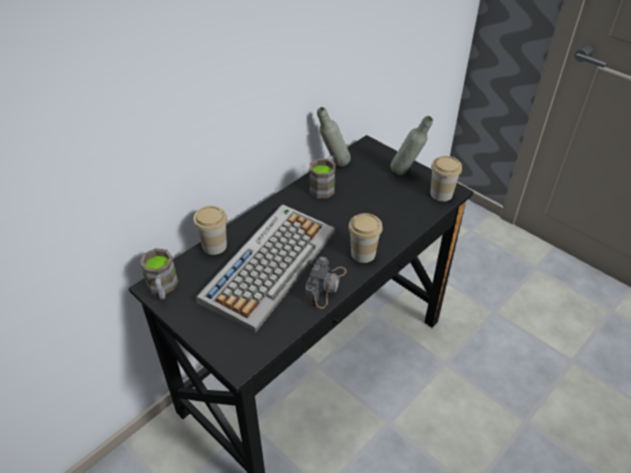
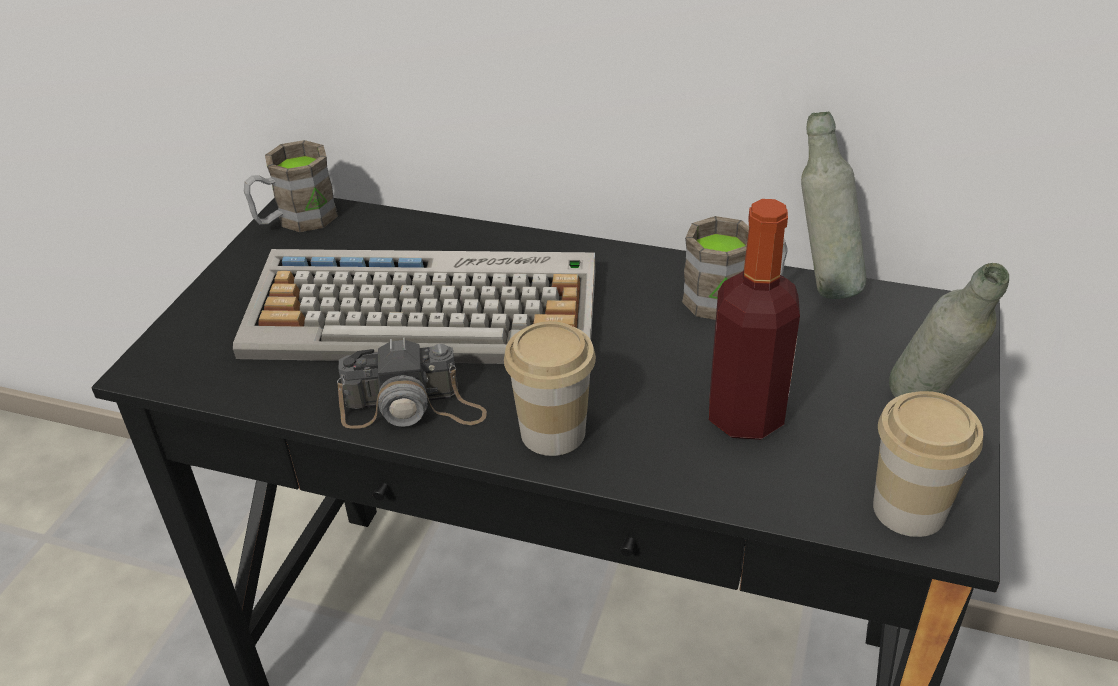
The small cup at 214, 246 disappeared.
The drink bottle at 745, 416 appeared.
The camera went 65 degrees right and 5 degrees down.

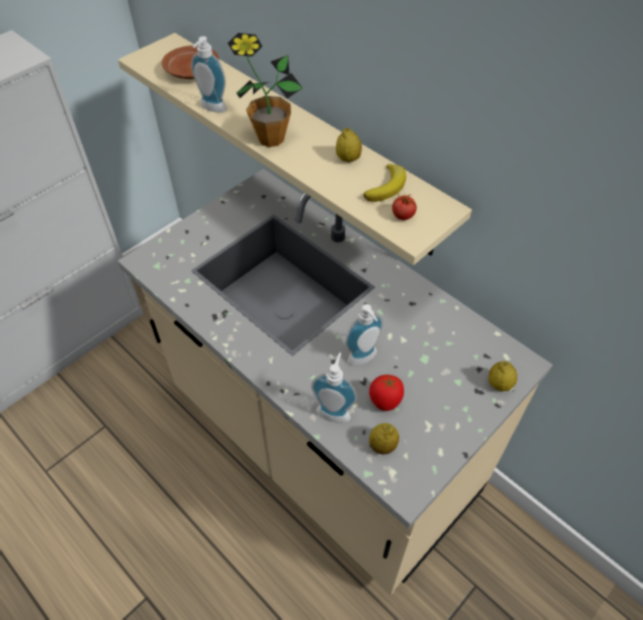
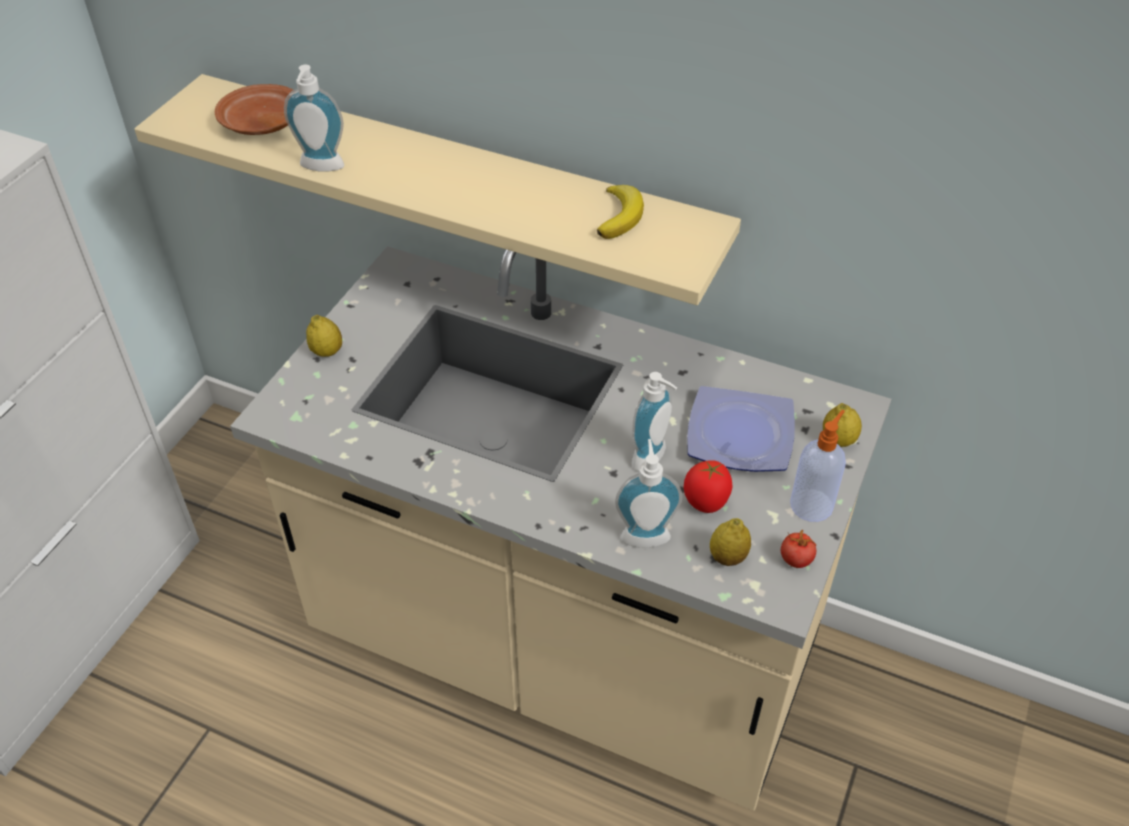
The houseplant at 271, 139 disappeared.
The dinner plate at 742, 437 appeared.
The liquid soap bottle at 812, 504 appeared.
The lemon moved from 348, 159 to 327, 352.
The fresh tomato moved from 403, 216 to 796, 559.
The camera went 20 degrees left and 5 degrees down.

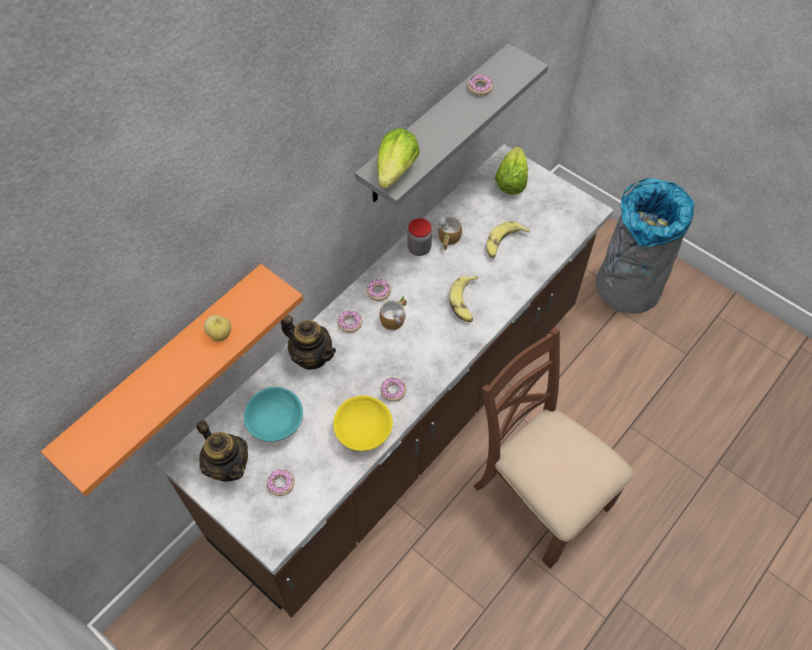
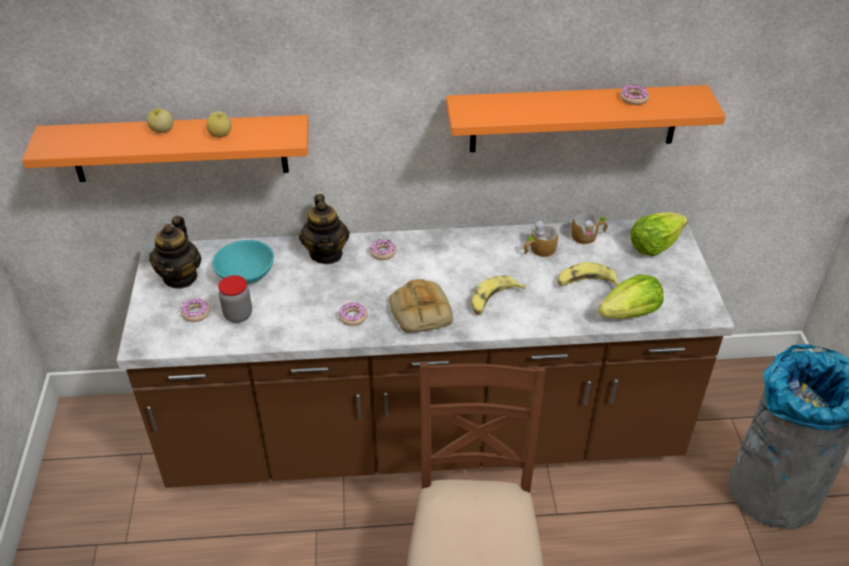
The yellow-coloured serving bowl at 364, 431 disappeared.
The doughnut at 378, 292 disappeared.
The whole apple at 162, 131 appeared.
The bread at 419, 311 appeared.
The lettuce moved from 396, 171 to 630, 314.
The tea mug moved from 395, 318 to 588, 236.
The preserve jar moved from 419, 248 to 238, 315.
The grey bracket shelf at 434, 126 became the orangey bracket shelf at 574, 118.
The camera went 45 degrees right and 15 degrees down.

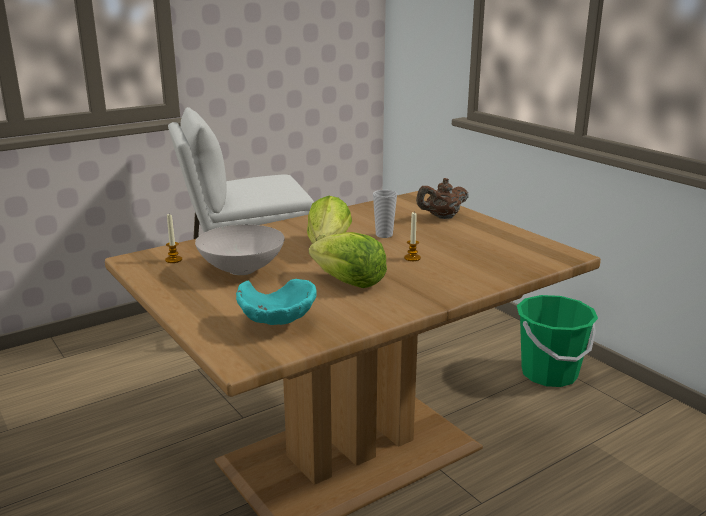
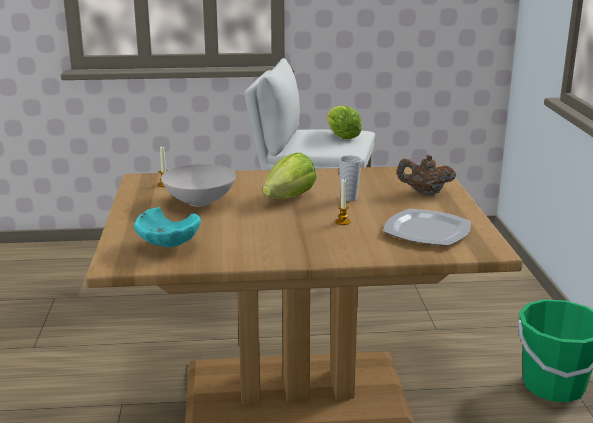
The dinner plate at 428, 231 appeared.
The lettuce moved from 348, 282 to 341, 136.
The camera went 30 degrees right and 0 degrees up.

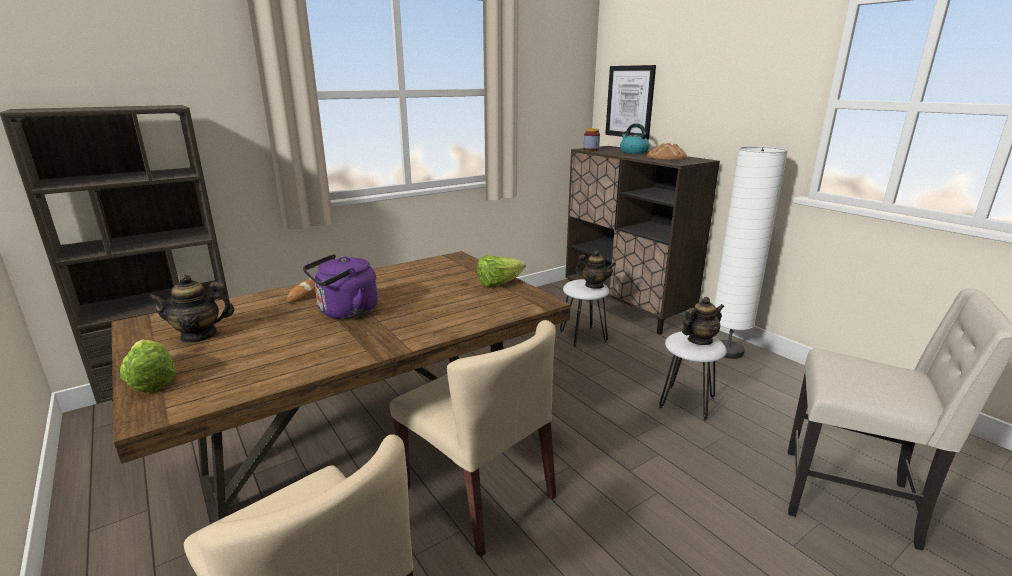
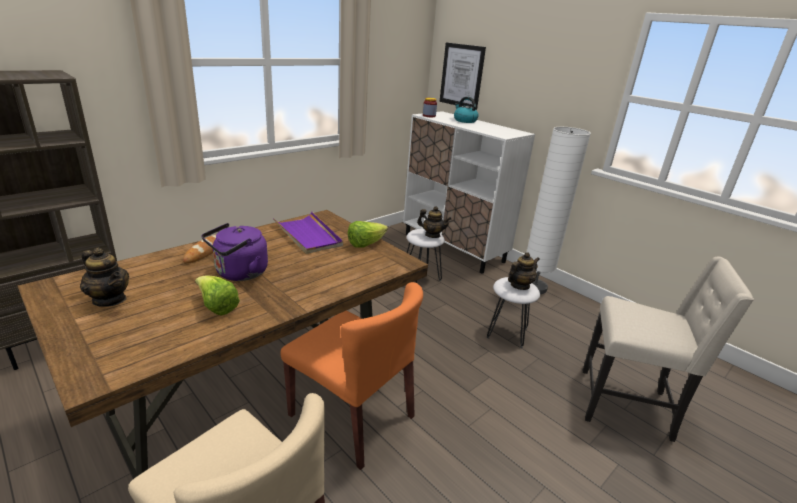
The bread at 666, 158 disappeared.
The purple-coloured carrying tray at 308, 235 appeared.
The lettuce moved from 151, 381 to 217, 307.
The beige chair at 479, 492 became the orangey chair at 352, 416.
The brownish storage cabinet at 626, 306 became the white-coloured storage cabinet at 453, 248.
The tea pot at 199, 335 turned 120 degrees counterclockwise.
The camera went 10 degrees left and 5 degrees up.

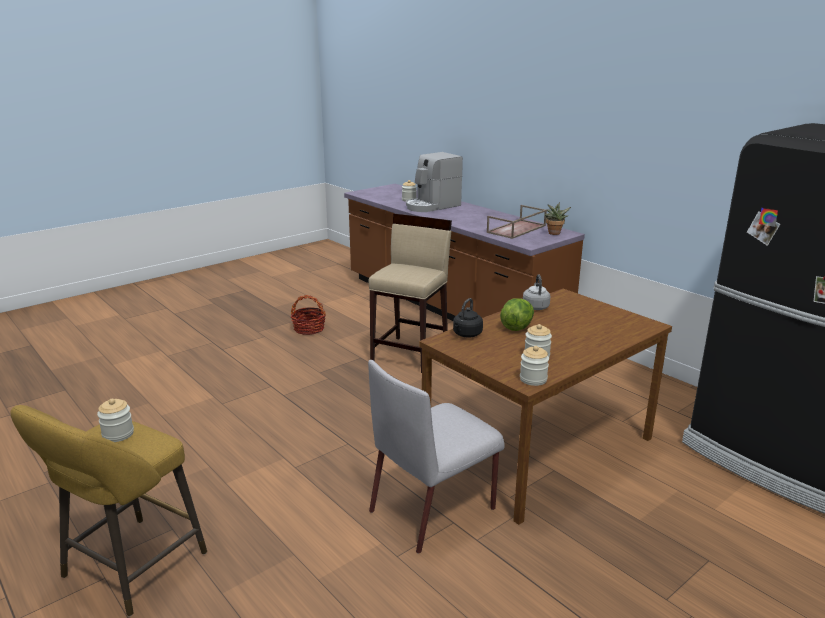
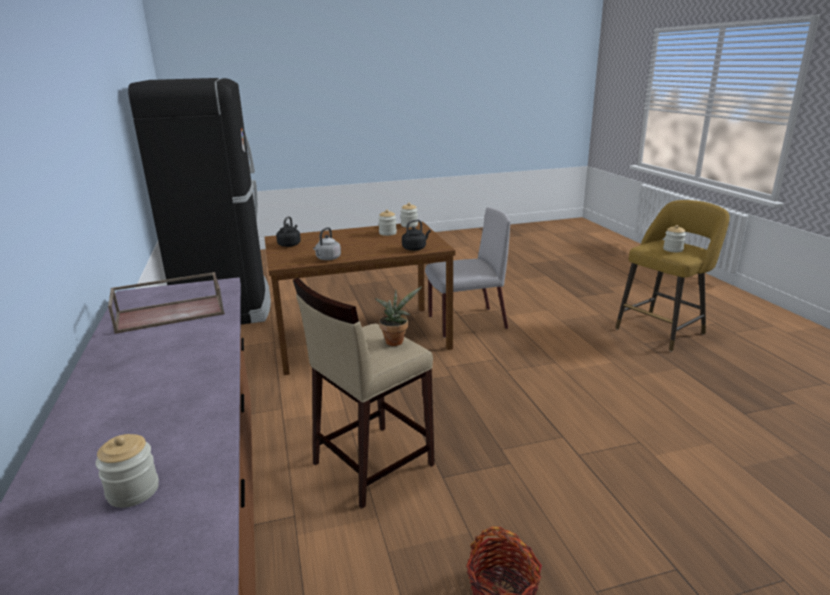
The coffee maker at 432, 206 disappeared.
The lettuce at 517, 326 disappeared.
The blackish water kettle at 290, 244 appeared.
The houseplant moved from 554, 234 to 396, 340.
The camera went 155 degrees left and 0 degrees up.

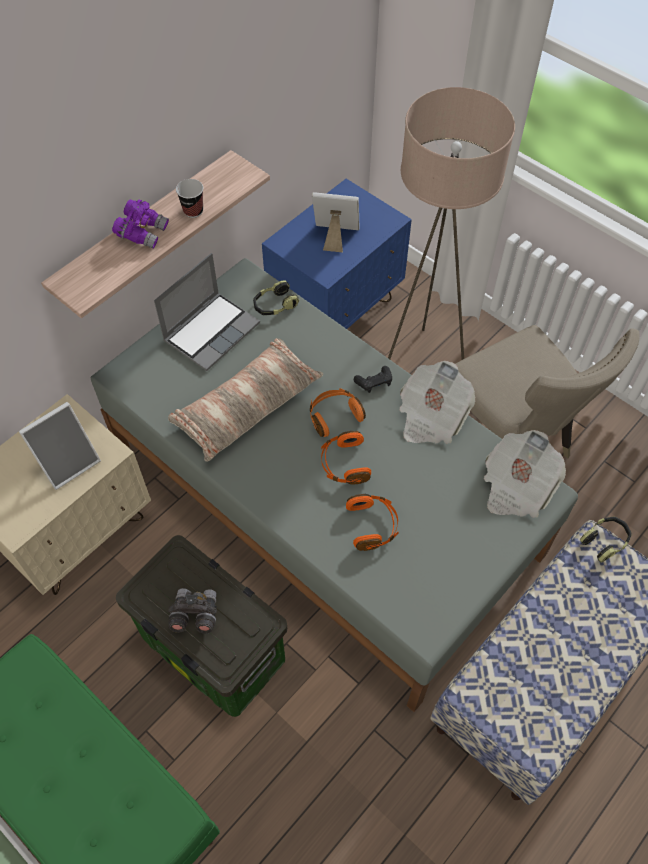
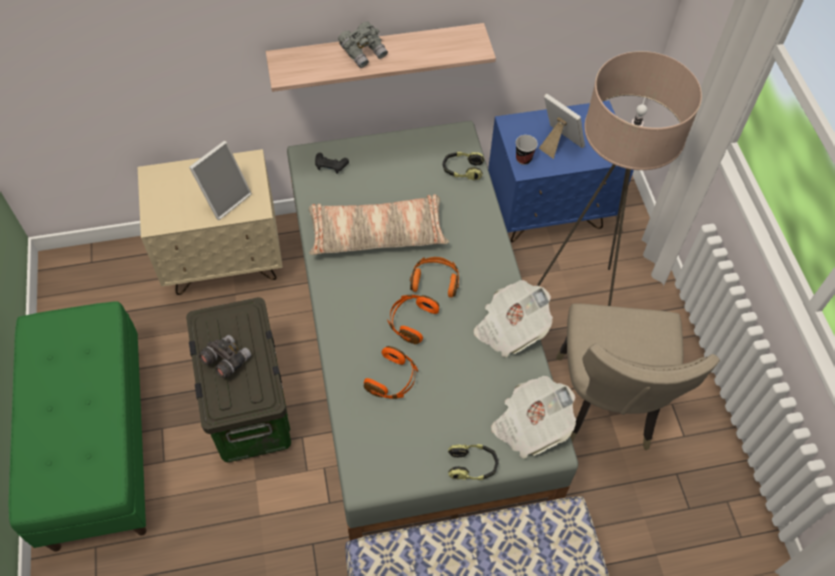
The laptop at 211, 331 disappeared.
The small cup moved from 193, 211 to 523, 159.
The blackish joypad moved from 374, 382 to 330, 166.
The headphones moved from 604, 541 to 472, 465.
The purple-coloured field glasses at 142, 232 became the grey field glasses at 363, 52.
The photo frame at 69, 462 turned 45 degrees counterclockwise.
The camera went 35 degrees right and 0 degrees up.

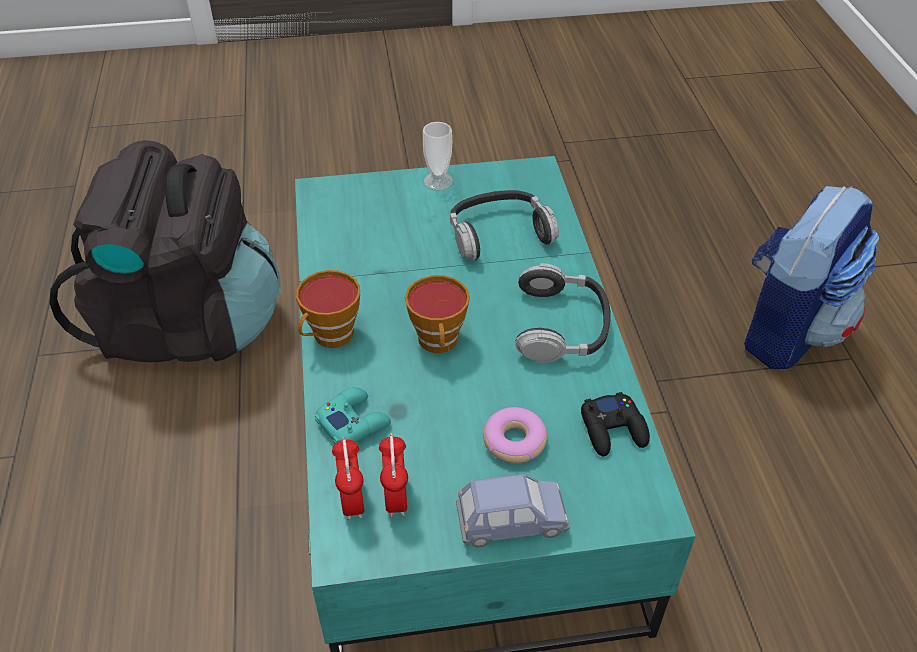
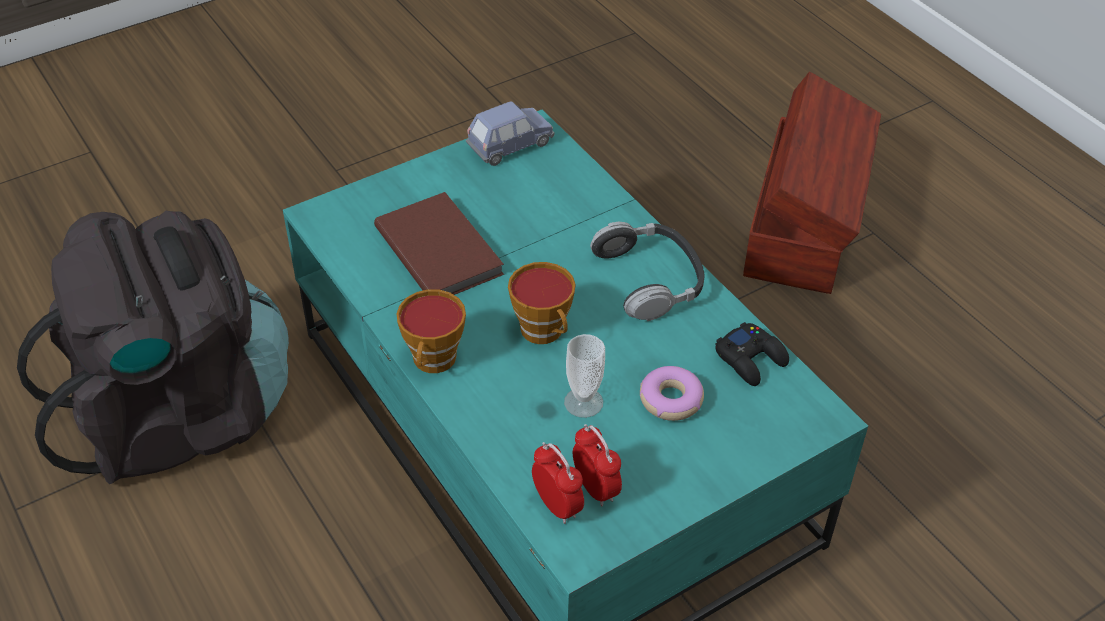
The turquoise-coloured joypad at 353, 422 disappeared.
The headphones at 499, 233 disappeared.
The brownish volume at 440, 249 appeared.
The small cup moved from 438, 181 to 583, 402.
The bluish toy car moved from 511, 522 to 510, 146.
The rucksack at 787, 329 was replaced by the brownish storage box at 804, 223.
The camera went 25 degrees left and 0 degrees up.

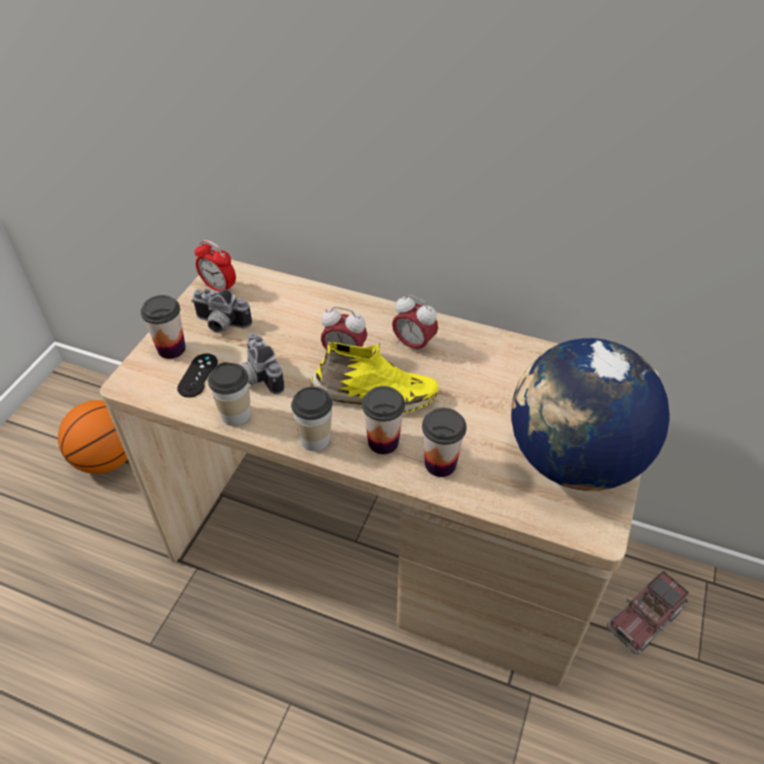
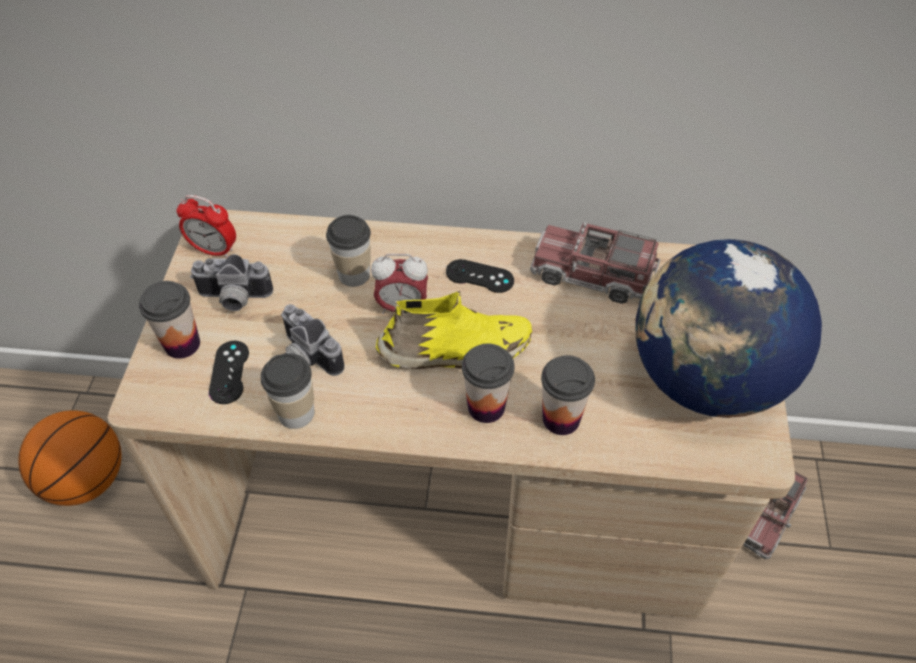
The toy truck at 593, 274 appeared.
The small cup moved from 315, 439 to 354, 274.
The bedside clock at 413, 344 was replaced by the blackish joypad at 479, 276.
The camera went 15 degrees left and 5 degrees up.

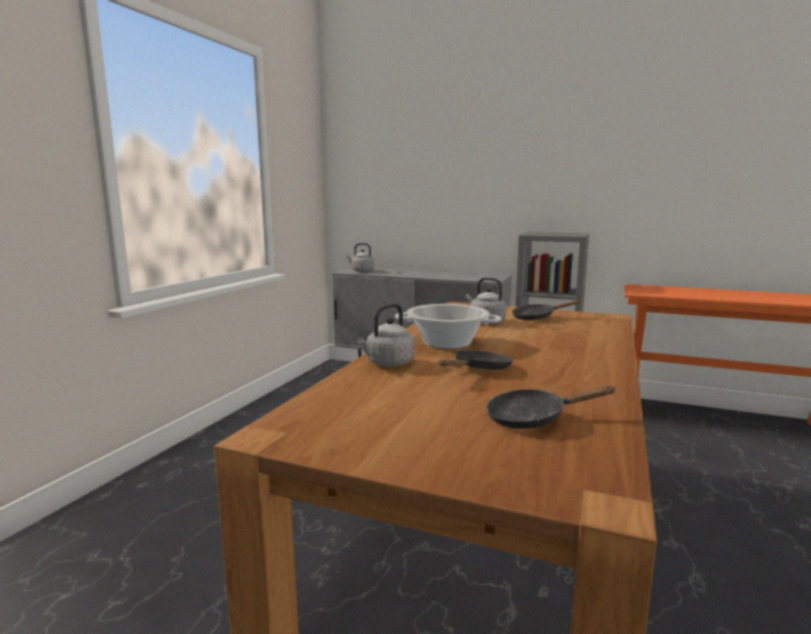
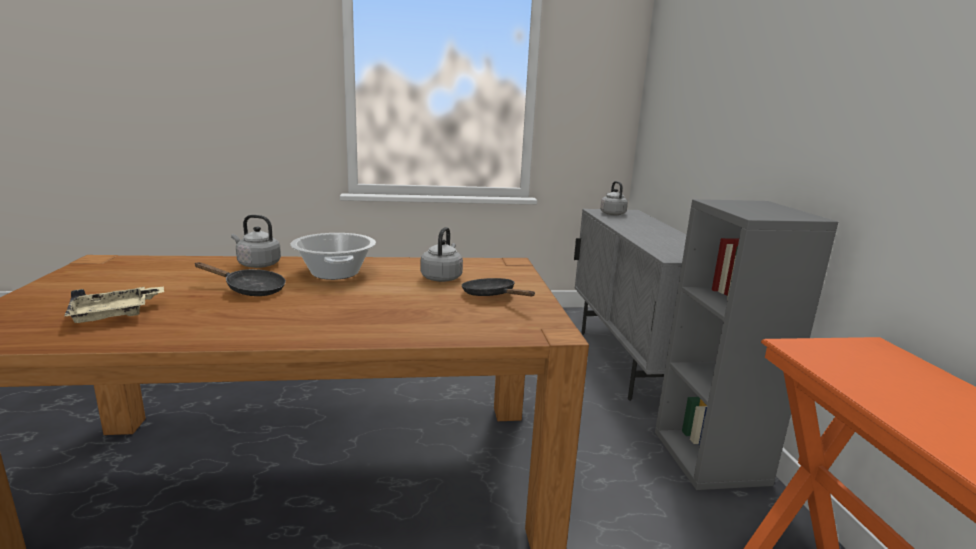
The blackish skillet at 533, 418 was replaced by the beige carrying tray at 115, 314.
The camera went 60 degrees right and 5 degrees up.

